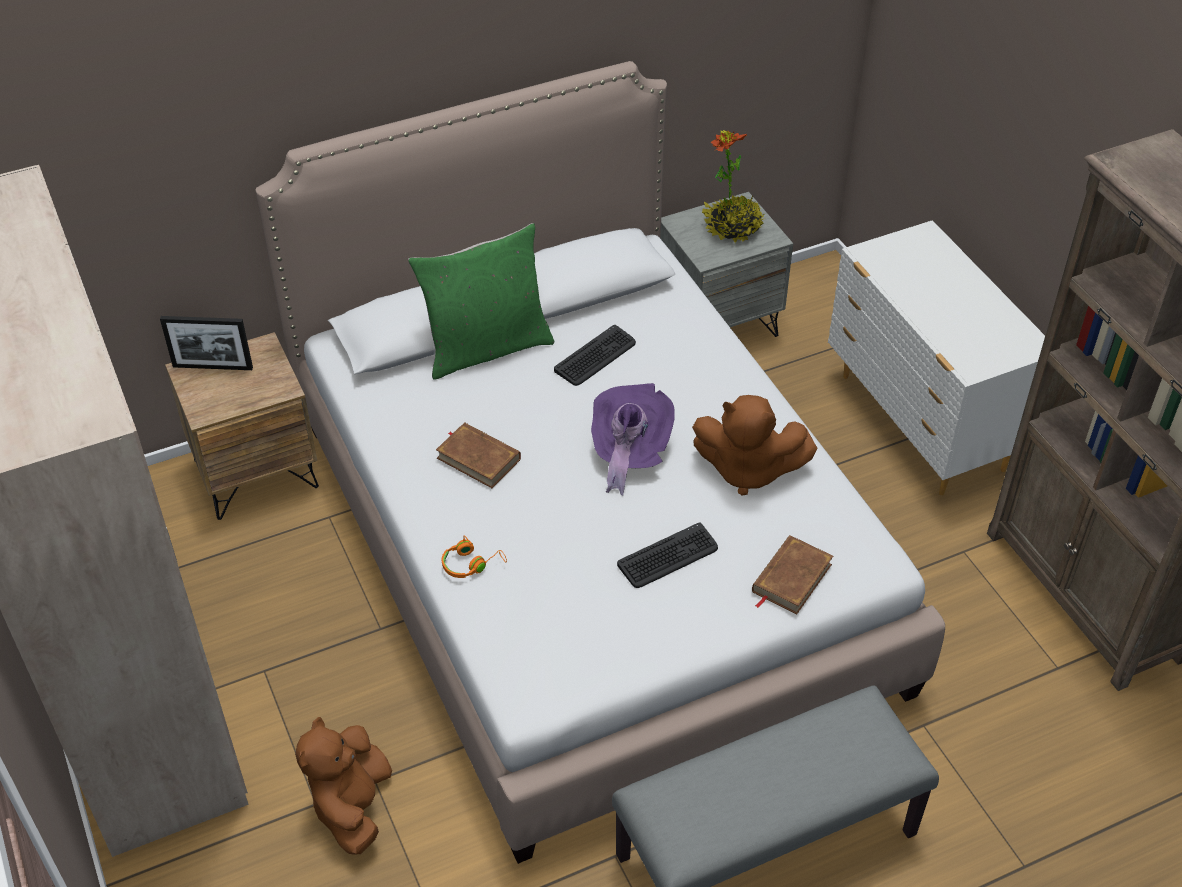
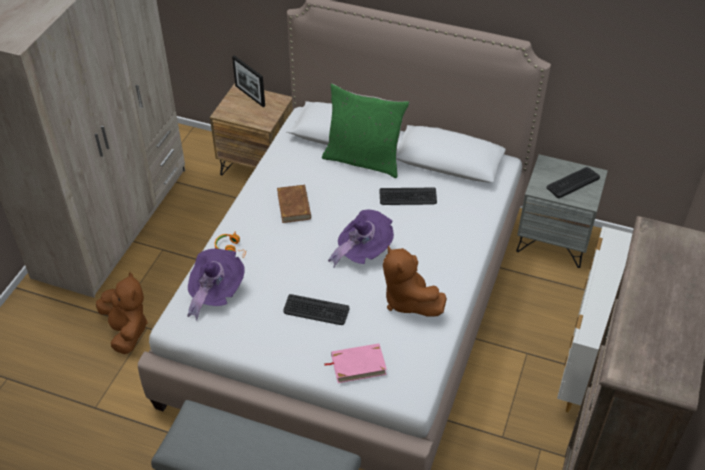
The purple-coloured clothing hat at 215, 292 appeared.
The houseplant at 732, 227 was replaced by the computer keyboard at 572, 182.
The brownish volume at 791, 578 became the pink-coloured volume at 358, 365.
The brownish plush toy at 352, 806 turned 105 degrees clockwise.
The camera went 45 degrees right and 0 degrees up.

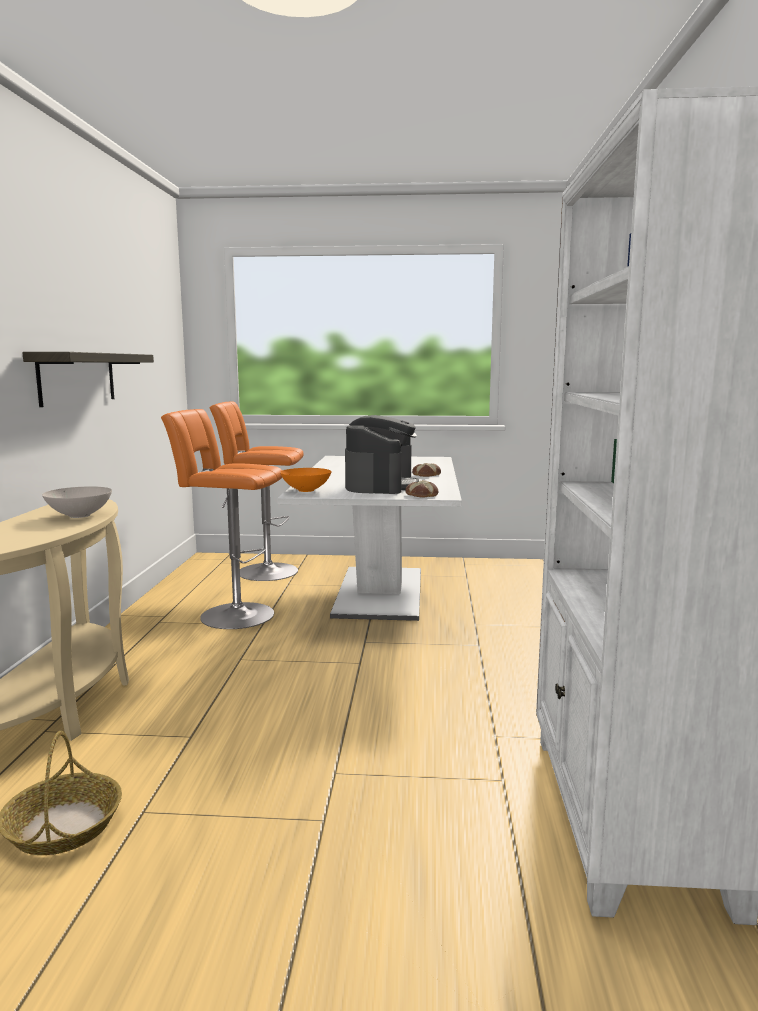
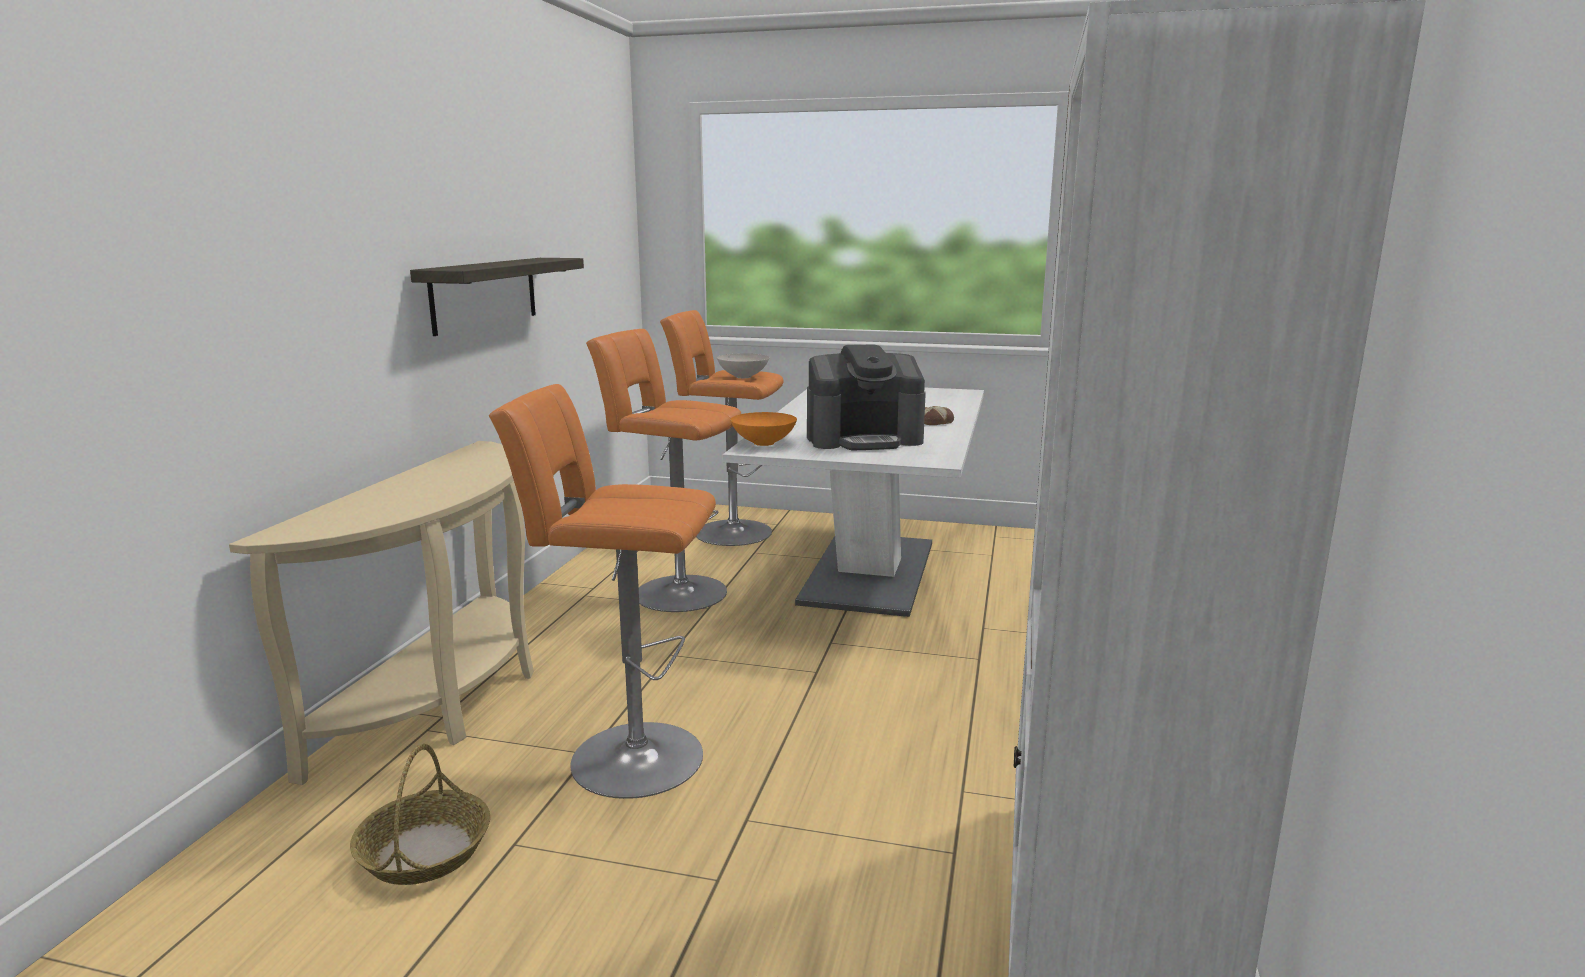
The bread at 421, 495 disappeared.
The orangey stool seat at 627, 758 appeared.
The white-coloured serving bowl moved from 80, 515 to 743, 376.
The coffee maker at 381, 485 turned 60 degrees clockwise.
The camera went 10 degrees right and 5 degrees up.

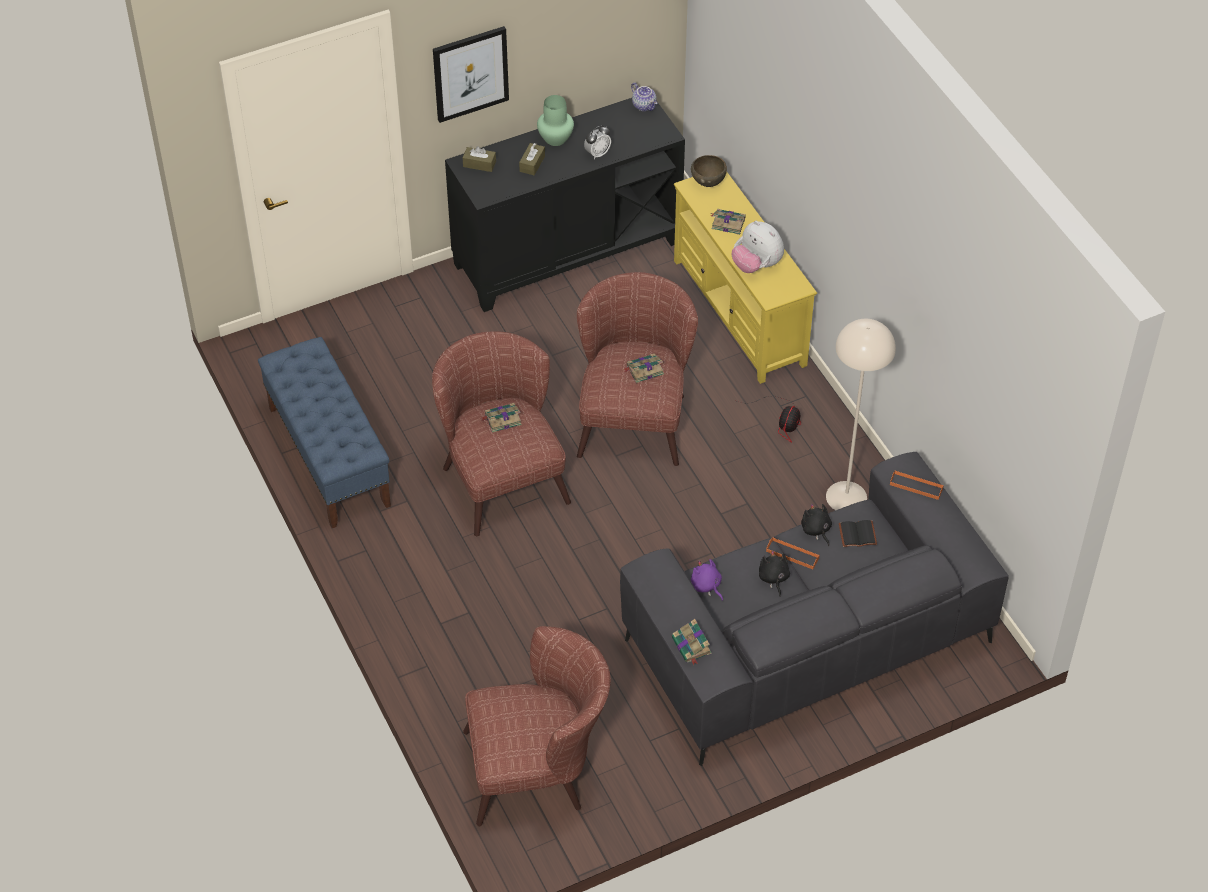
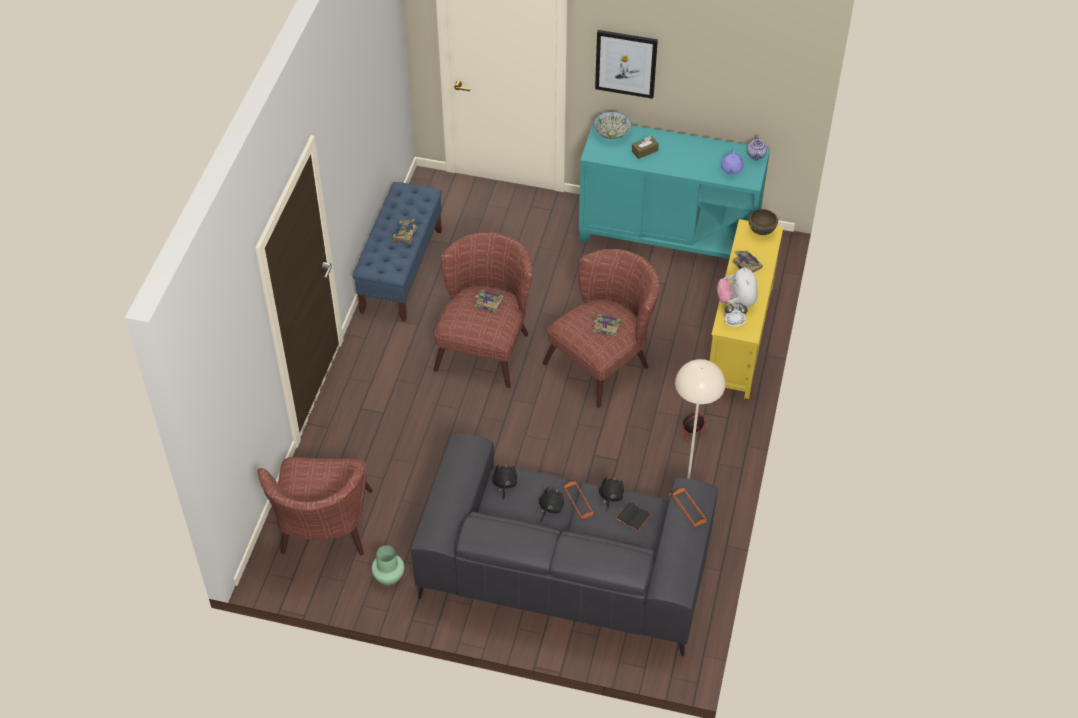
The purple-coloured tea pot at 731, 169 appeared.
The green-coloured flower vase moved from 555, 138 to 389, 576.
The bedside clock moved from 597, 153 to 734, 323.
The volume moved from 692, 646 to 404, 234.
The brownish tissue box at 479, 164 was replaced by the serving bowl at 612, 133.
The blackish storage cabinet at 566, 252 became the turquoise-coloured storage cabinet at 668, 235.
The purple-coloured plush toy at 706, 586 became the blackish plush toy at 504, 484.
The brownish easy chair at 538, 770 turned 60 degrees clockwise.
The camera went 40 degrees right and 0 degrees up.

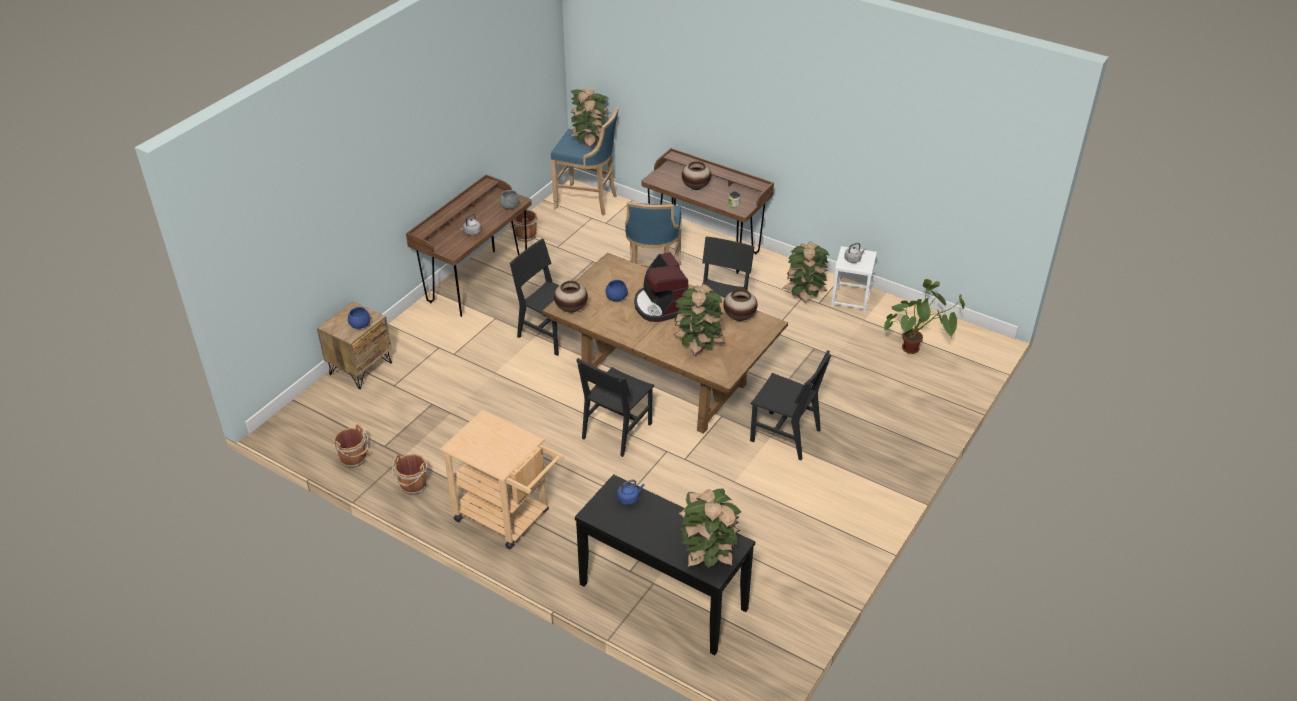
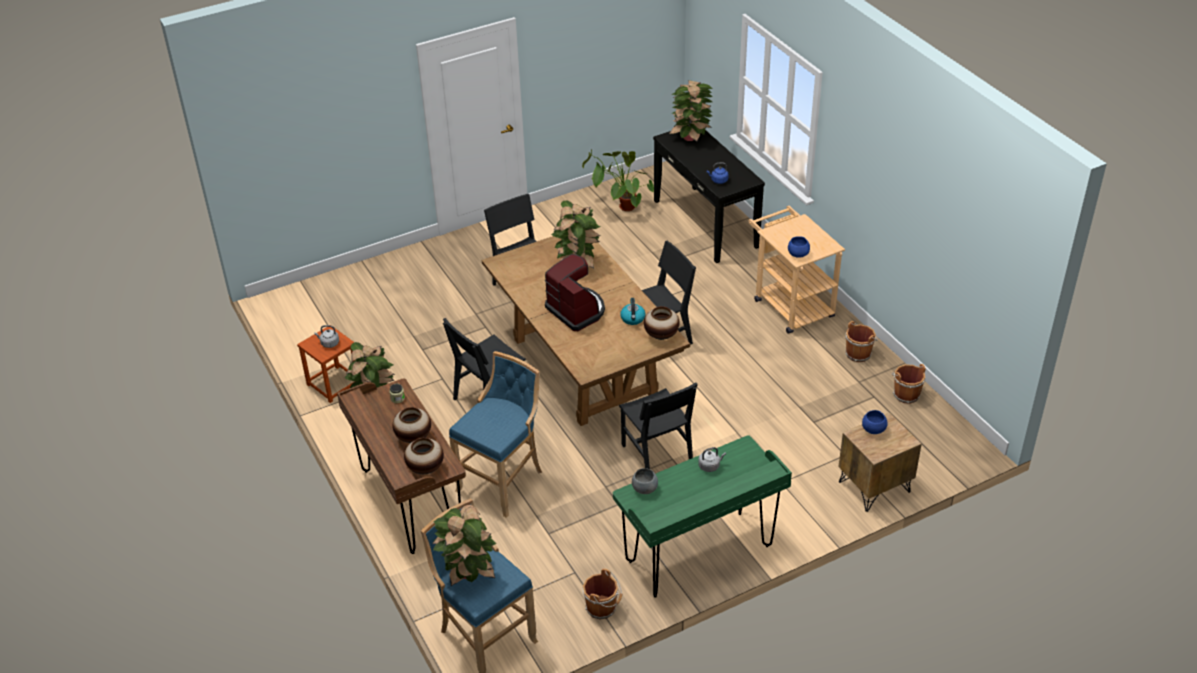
The water kettle at 633, 319 appeared.
The bluish serving bowl moved from 617, 298 to 798, 254.
The flower vase moved from 739, 317 to 425, 468.
The houseplant moved from 917, 345 to 619, 207.
The brownish desk at 477, 282 became the green-coloured desk at 699, 554.
The white-coloured stool seat at 850, 298 became the brownish stool seat at 334, 384.
The coffee maker at 660, 305 turned 45 degrees counterclockwise.
The camera went 150 degrees left and 0 degrees up.

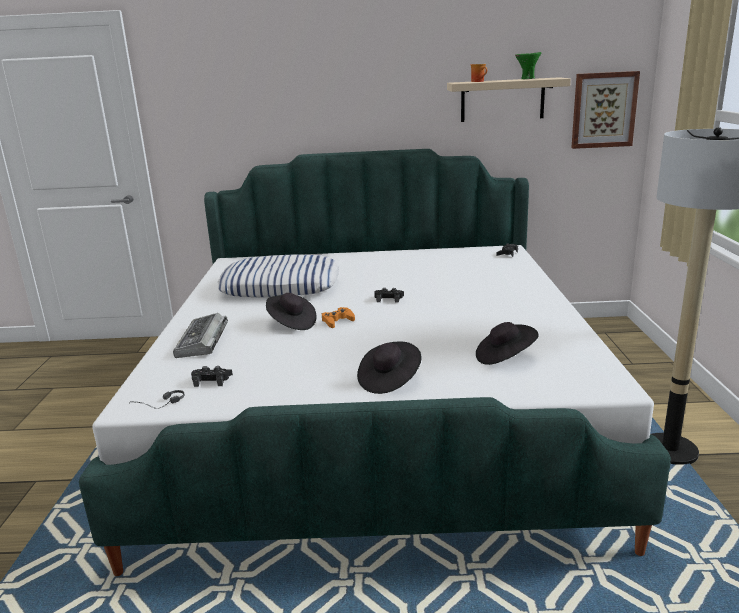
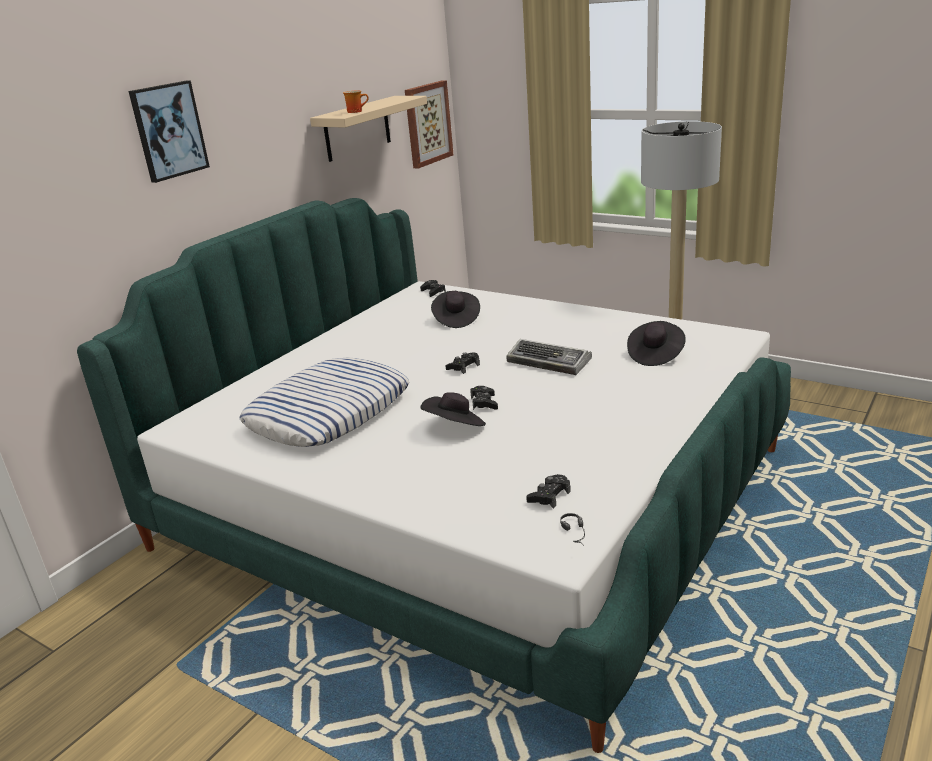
The green-coloured serving bowl at 527, 79 disappeared.
The wall picture at 168, 131 appeared.
The computer keyboard moved from 202, 341 to 550, 362.
The blackish clothing hat moved from 389, 380 to 456, 319.
The orangey joypad at 337, 321 became the blackish joypad at 484, 403.
The camera went 55 degrees left and 5 degrees up.

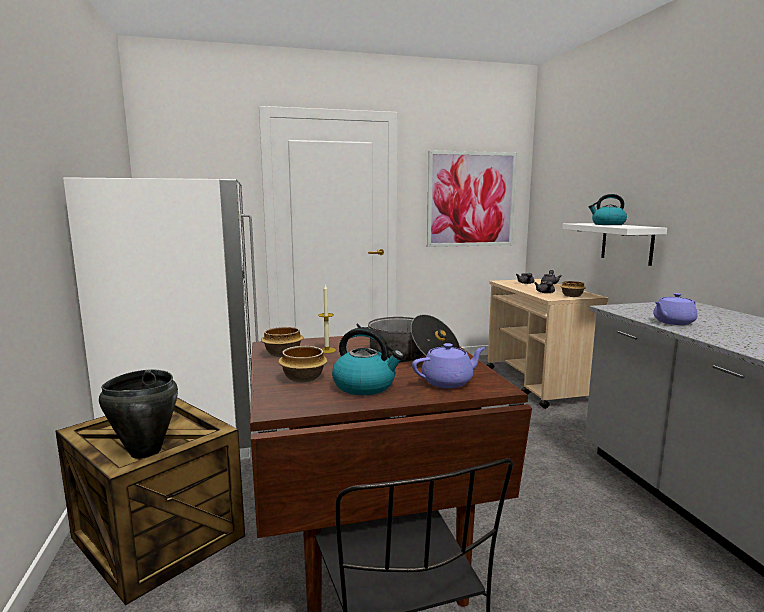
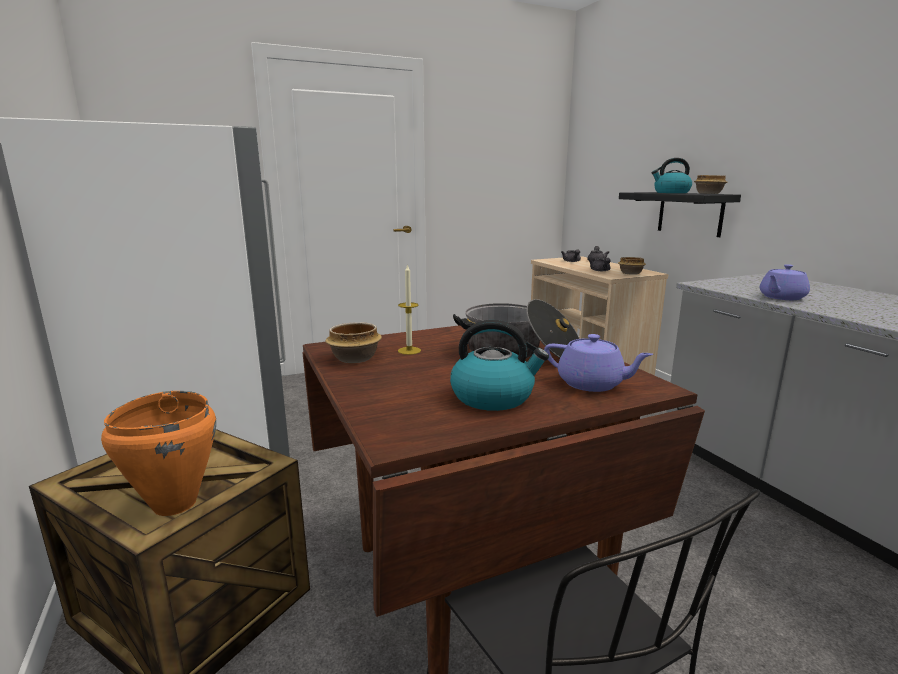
The wall picture at 471, 199 disappeared.
The serving bowl moved from 303, 378 to 708, 193.
The blackish stockpot at 144, 452 became the orangey stockpot at 174, 504.
The white-coloured bracket shelf at 627, 243 became the blackish bracket shelf at 690, 213.
The purple-coloured tea pot at 448, 382 turned 60 degrees clockwise.
The camera went 10 degrees left and 5 degrees up.

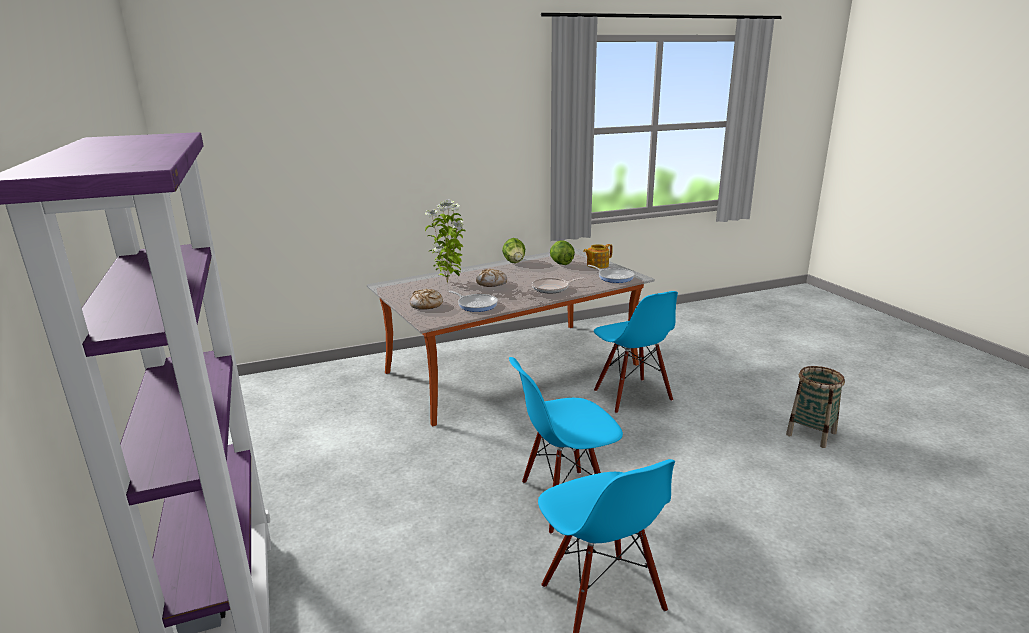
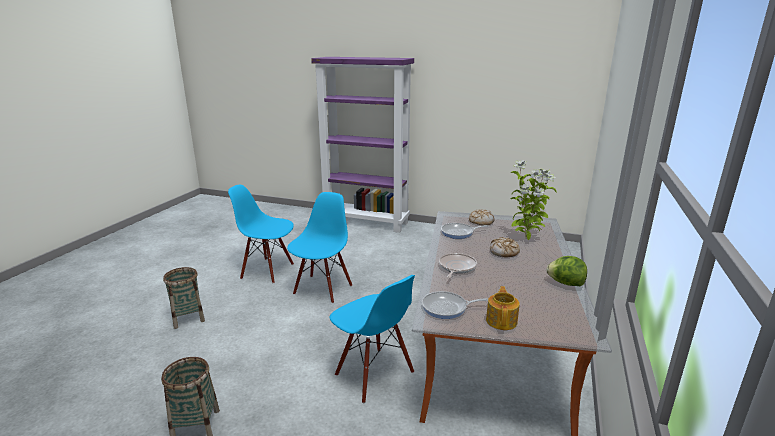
The lettuce at 561, 263 disappeared.
The basket at 188, 318 appeared.
The bluish chair at 631, 396 turned 150 degrees counterclockwise.
The camera went 130 degrees right and 0 degrees up.

